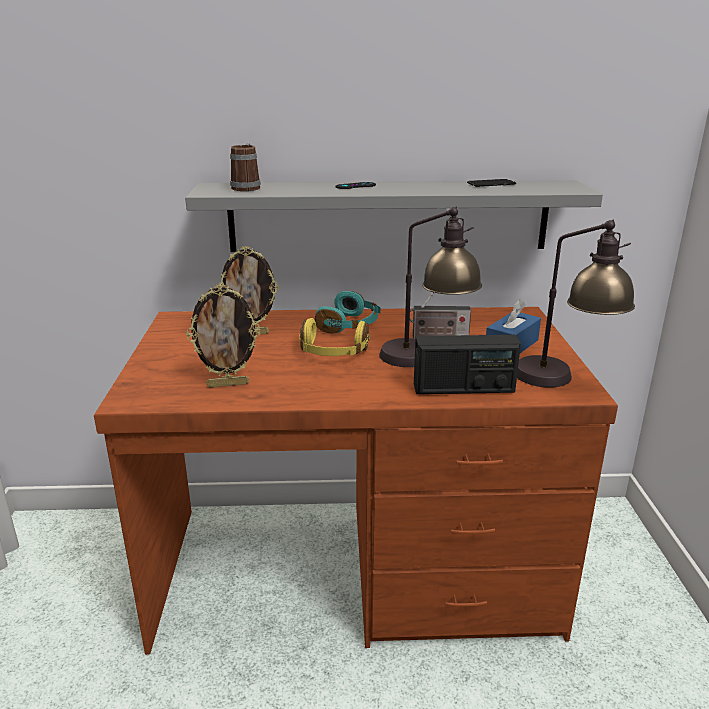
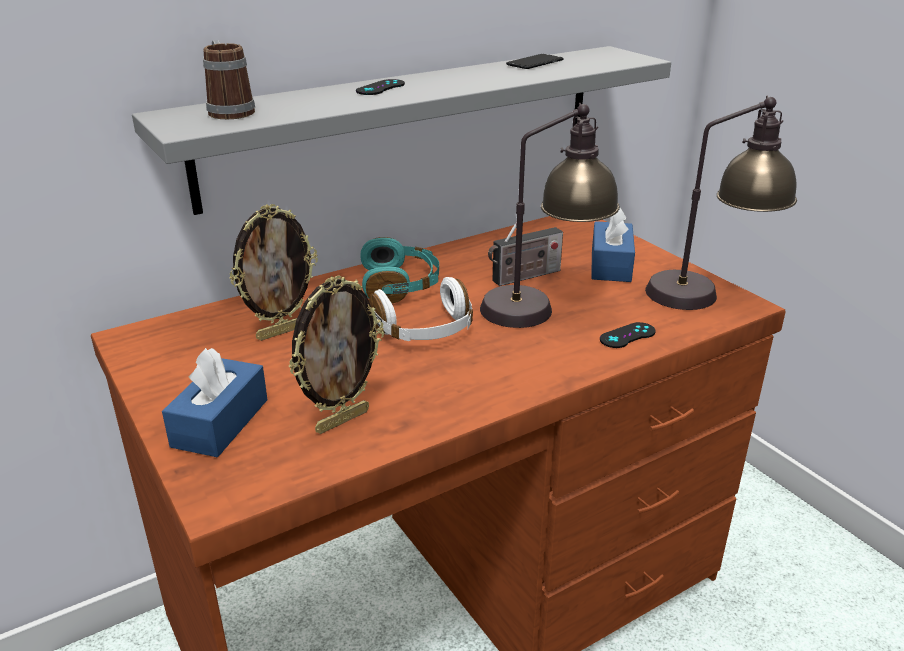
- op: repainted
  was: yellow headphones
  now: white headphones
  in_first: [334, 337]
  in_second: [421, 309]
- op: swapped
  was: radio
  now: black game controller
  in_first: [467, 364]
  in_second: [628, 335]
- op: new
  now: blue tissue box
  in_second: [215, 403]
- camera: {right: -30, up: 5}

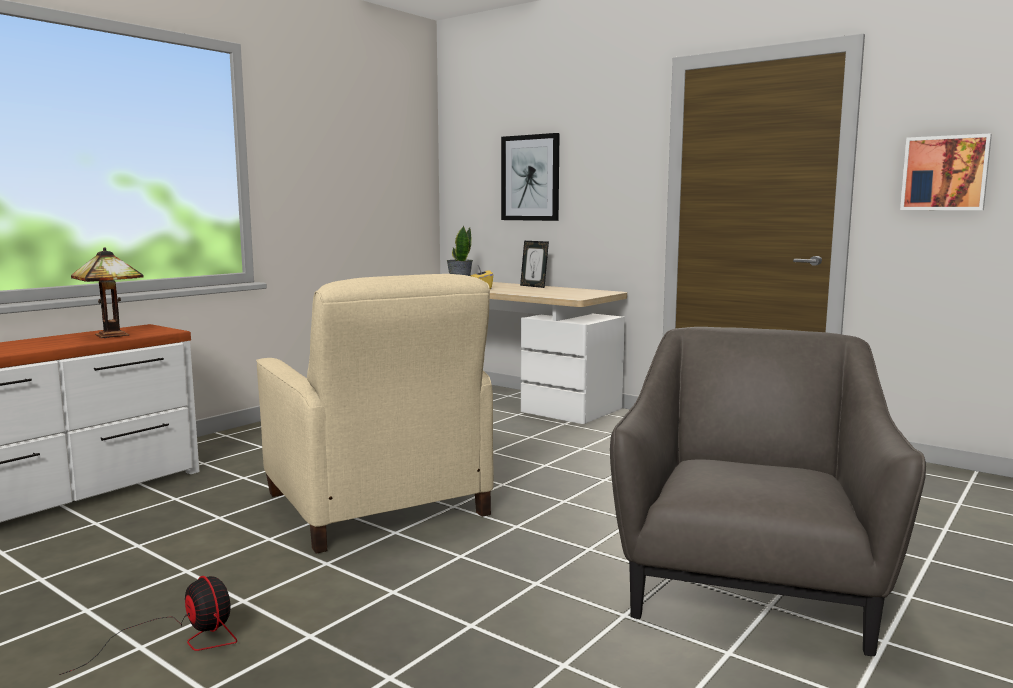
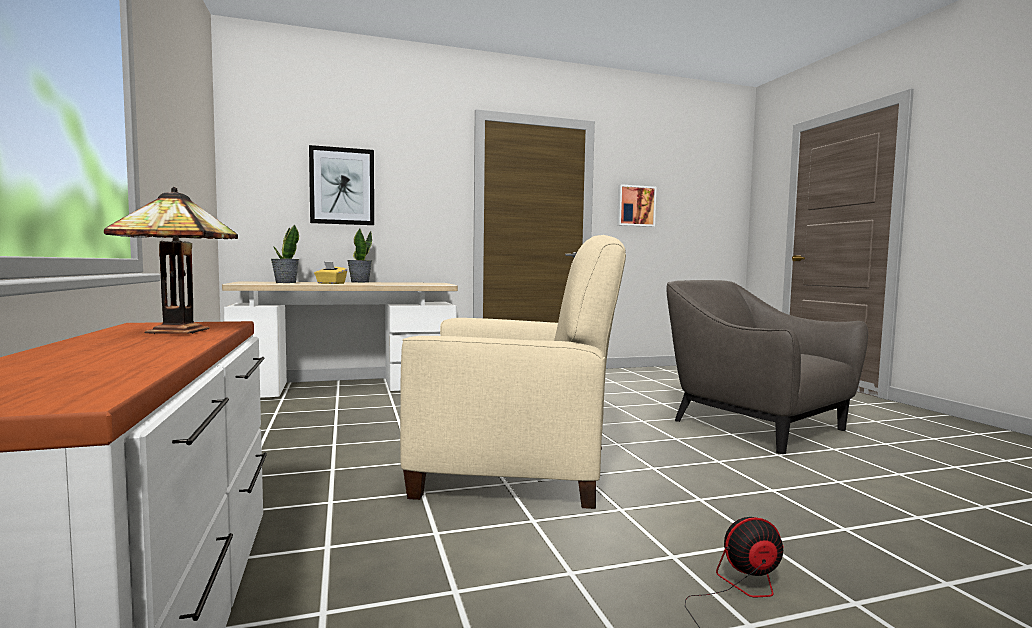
- op: swapped
  was: picture frame
  now: potted plant
  in_first: [534, 264]
  in_second: [359, 255]
- camera: {right: -55, up: -5}

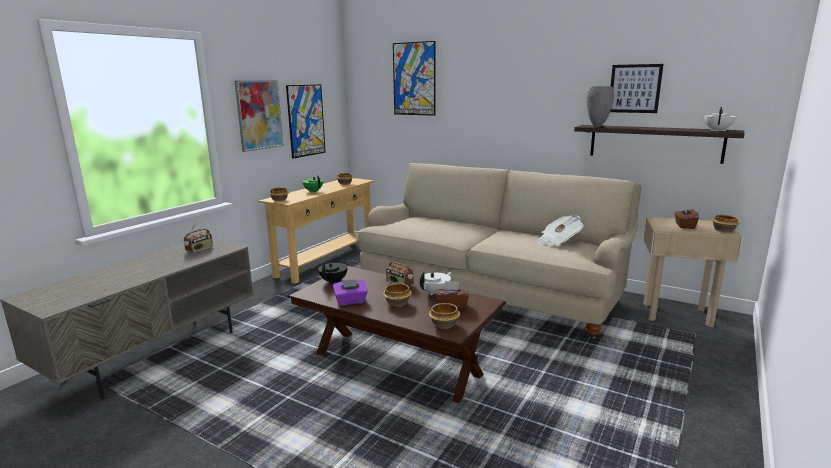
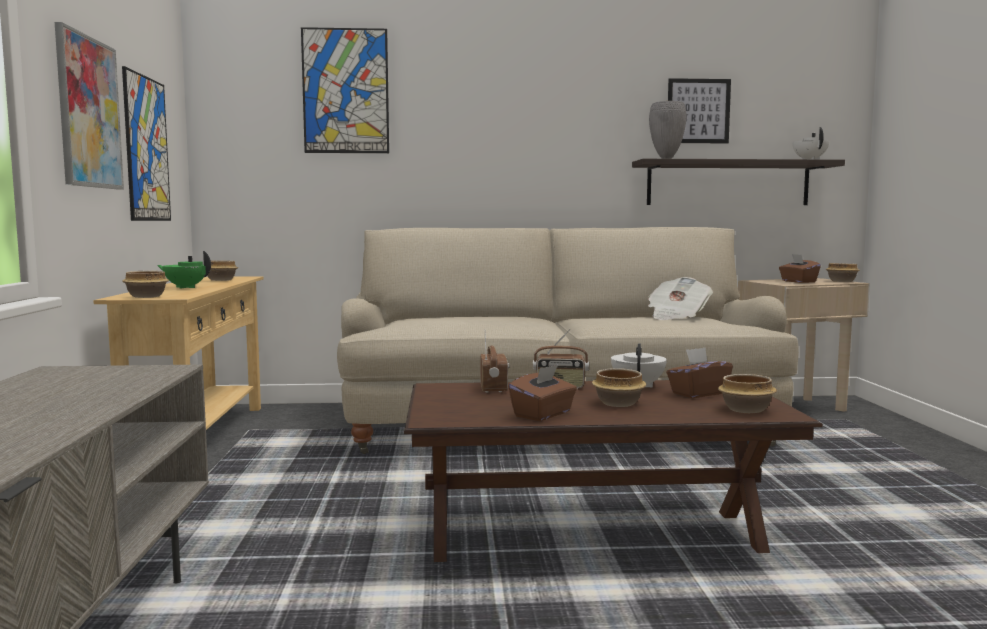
- op: shifted
  was: radio
  in_first: [198, 237]
  in_second: [494, 363]
- op: gone
  was: black teapot
  in_first: [333, 272]
- op: repainted
  was: purple tissue box
  now: brown tissue box
  in_first: [350, 292]
  in_second: [543, 392]
- camera: {right: -35, up: -10}

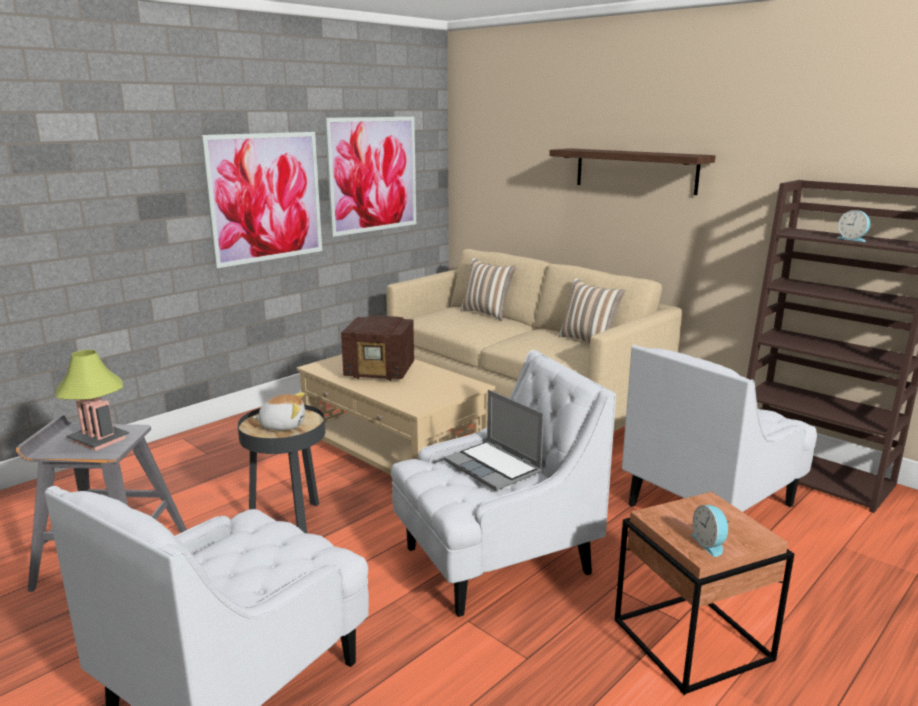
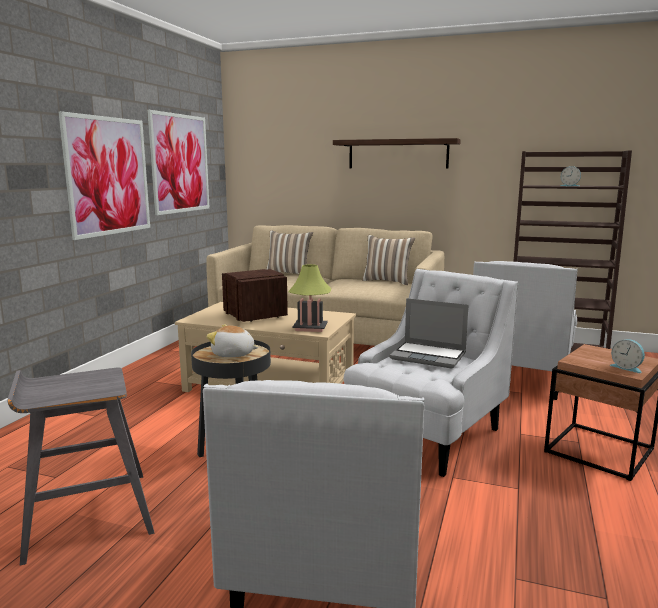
- op: rotated
  was: radio
  in_first: [377, 348]
  in_second: [255, 295]
  clockwise: -105
- op: shifted
  was: table lamp
  in_first: [92, 400]
  in_second: [310, 298]
- op: rotated
  was: plush toy
  in_first: [278, 411]
  in_second: [232, 340]
  clockwise: -135
- camera: {right: -25, up: -5}

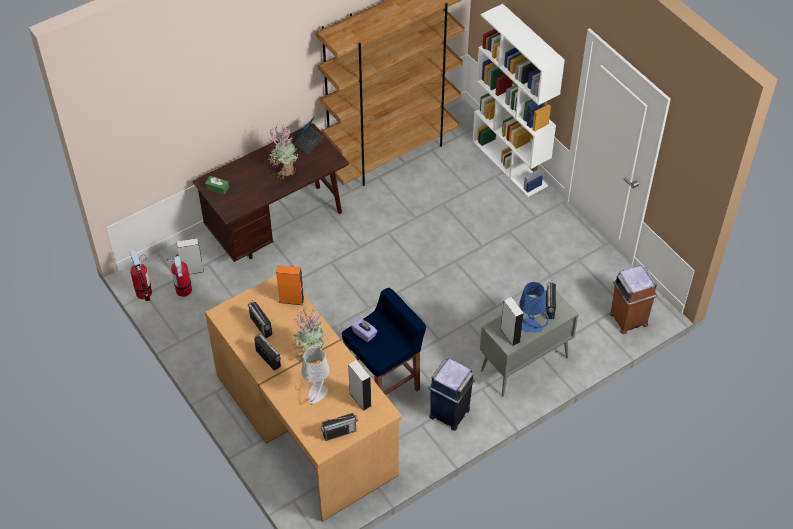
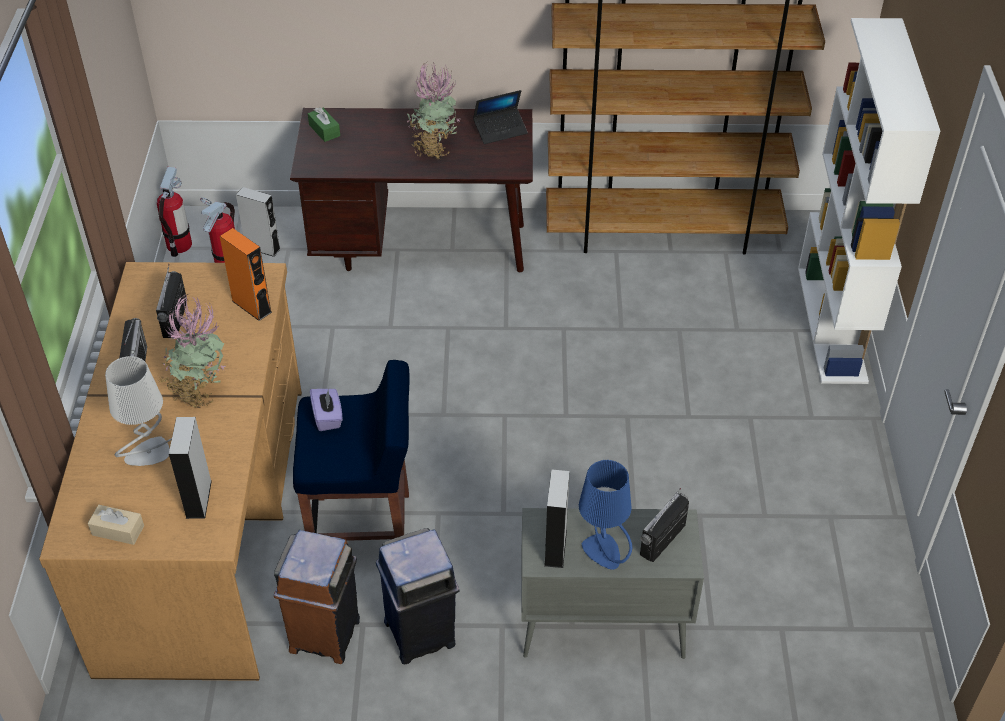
- op: shifted
  was: brown trash can
  in_first: [633, 299]
  in_second: [317, 597]
- op: swapped
  was: radio
  now: beige tissue box
  in_first: [339, 427]
  in_second: [116, 525]
- camera: {right: 35, up: -5}

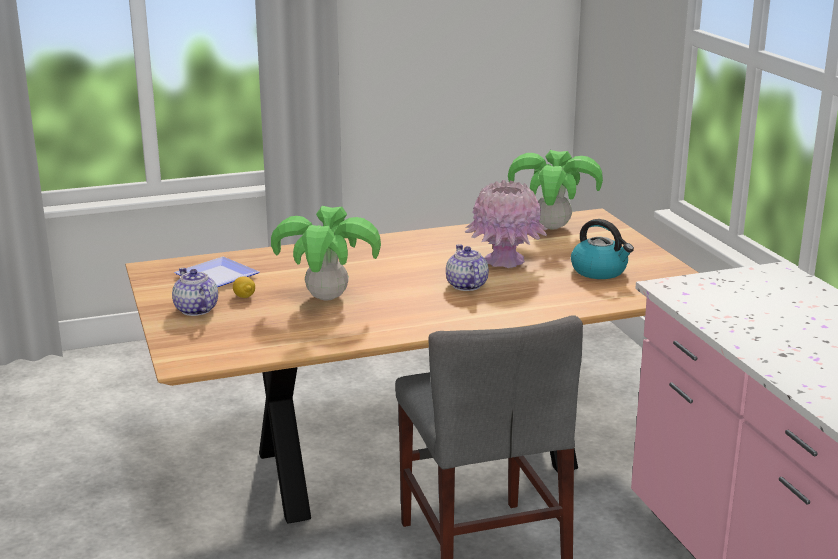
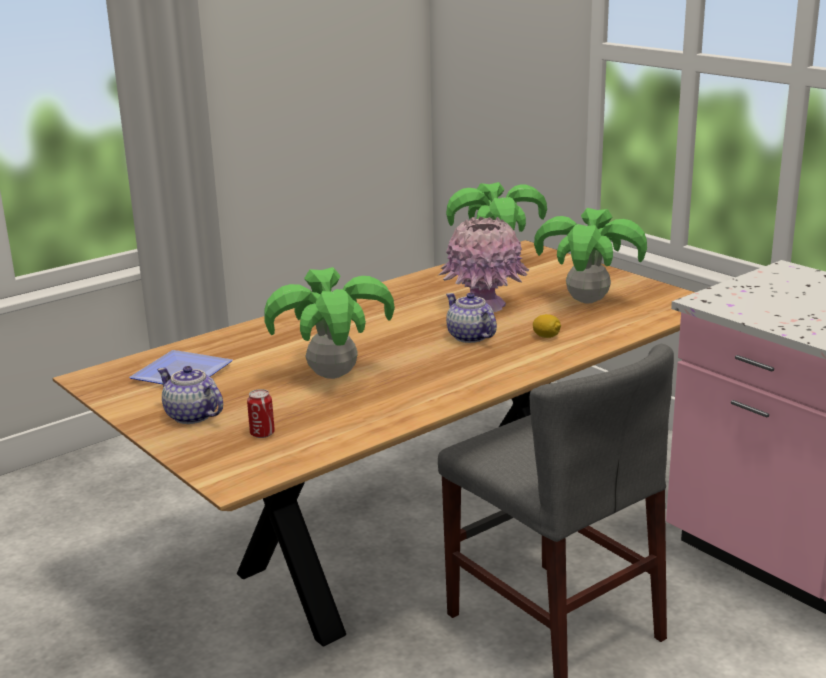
- op: swapped
  was: kettle
  now: potted plant
  in_first: [602, 249]
  in_second: [590, 255]
- op: shifted
  was: lemon
  in_first: [244, 287]
  in_second: [547, 326]
- op: new
  now: can
  in_second: [261, 413]
- camera: {right: -20, up: 0}

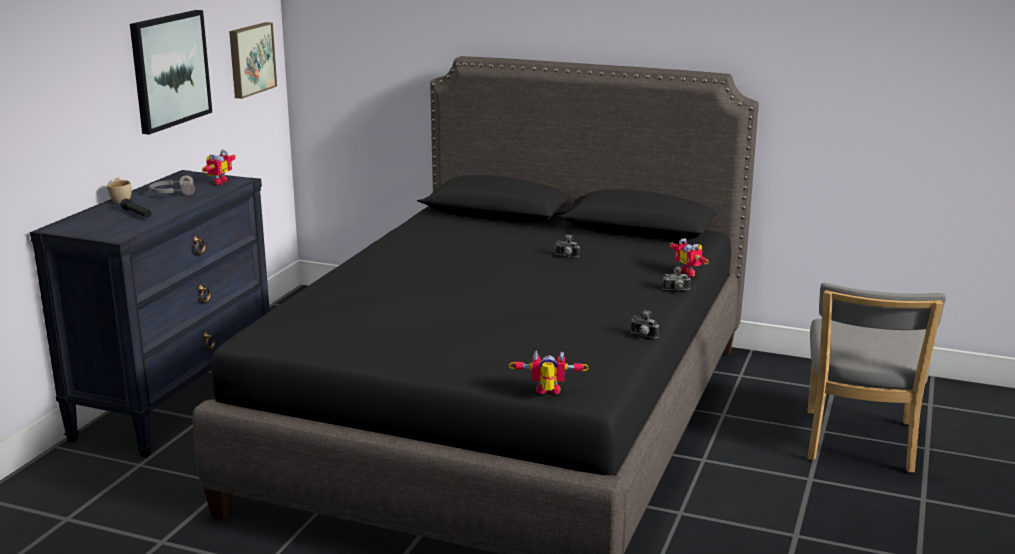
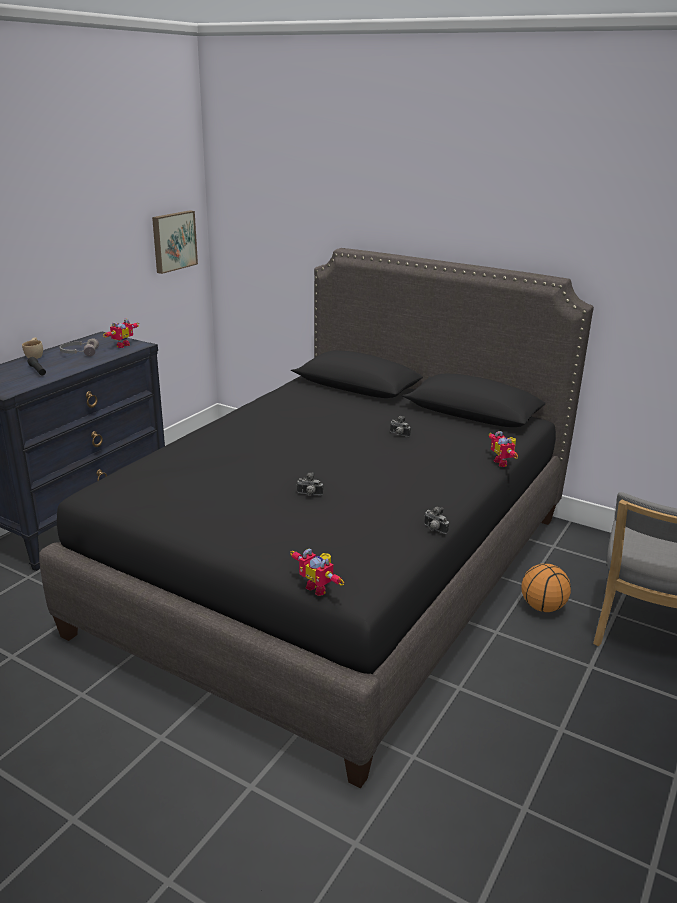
- op: gone
  was: picture
  in_first: [171, 72]
- op: shifted
  was: photo camera
  in_first: [677, 278]
  in_second: [310, 484]
- op: rotated
  was: toy robot
  in_first: [549, 372]
  in_second: [317, 572]
  clockwise: -150
- op: new
  now: basketball
  in_second: [546, 587]
- camera: {right: 10, up: 5}

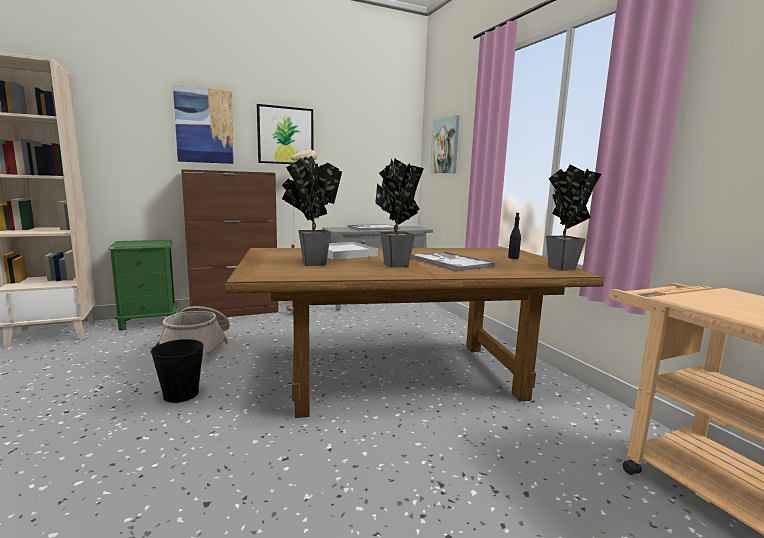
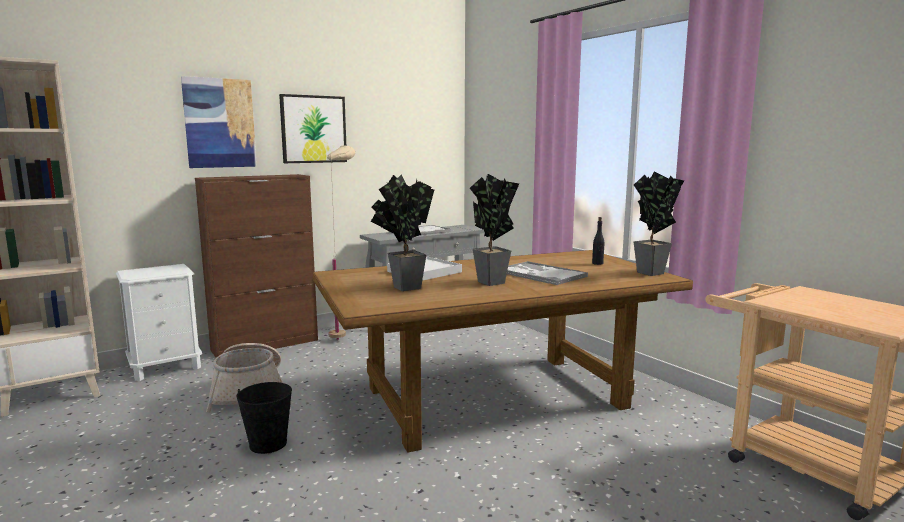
- op: gone
  was: picture
  in_first: [444, 144]
- op: repainted
  was: green nightstand
  now: white nightstand
  in_first: [142, 285]
  in_second: [159, 322]
- camera: {right: -10, up: 0}

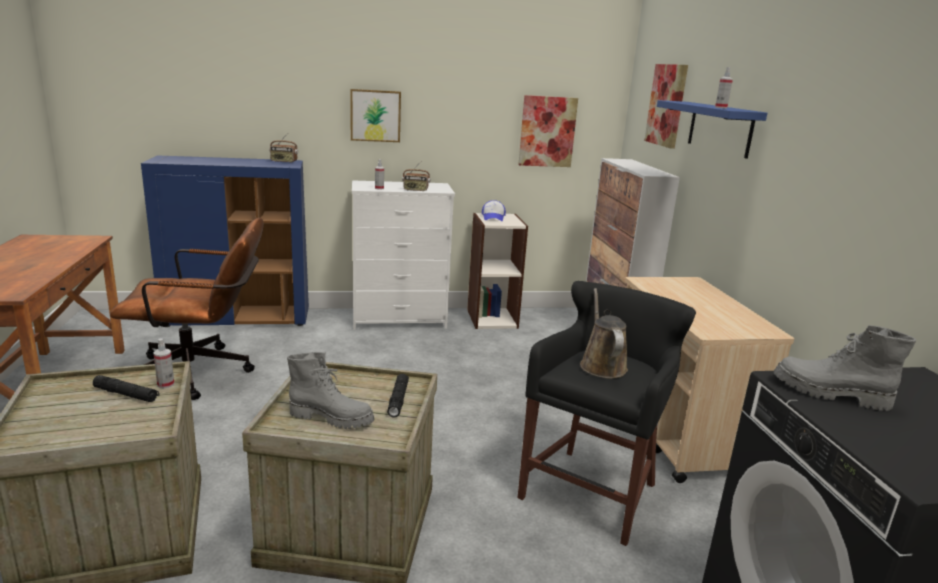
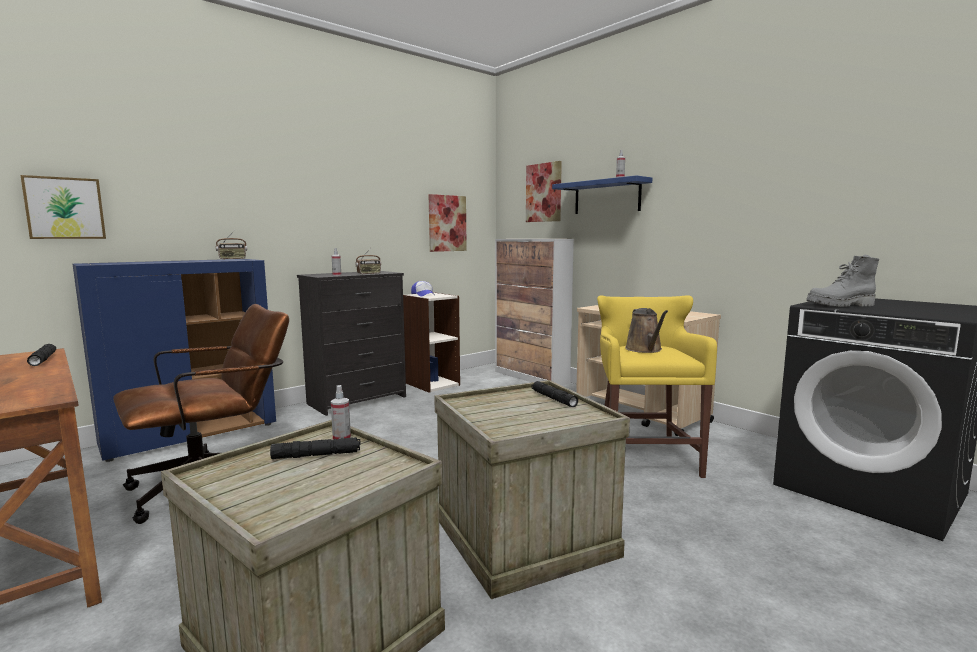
- op: shifted
  was: picture
  in_first: [375, 115]
  in_second: [63, 207]
- op: repainted
  was: white dresser
  now: black dresser
  in_first: [403, 255]
  in_second: [351, 343]
- op: repainted
  was: black stool
  now: yellow stool
  in_first: [607, 413]
  in_second: [657, 387]
- op: rotated
  was: brown watering can
  in_first: [604, 333]
  in_second: [646, 330]
  clockwise: -150
- op: gone
  was: grey boot
  in_first: [330, 390]
- op: new
  now: black flashlight
  in_second: [41, 355]
- camera: {right: -30, up: -10}

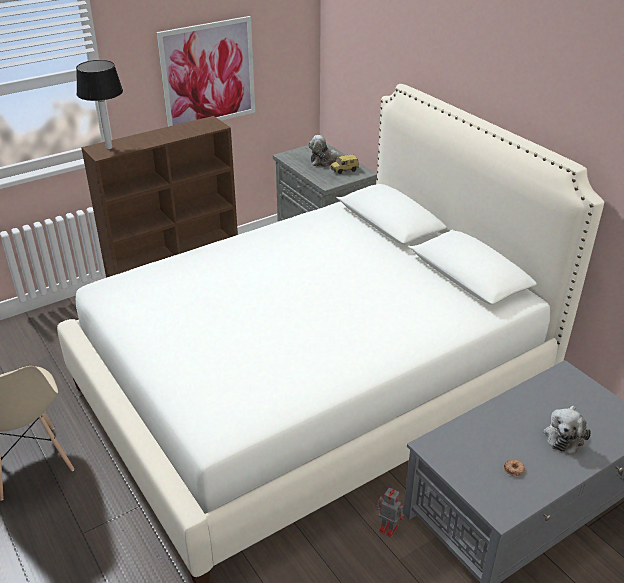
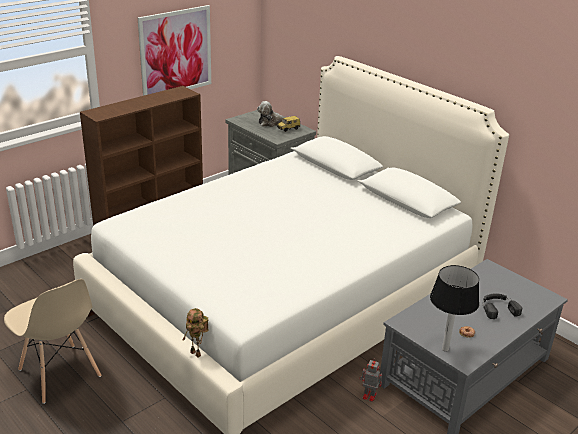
- op: shifted
  was: table lamp
  in_first: [99, 104]
  in_second: [454, 308]
- op: swapped
  was: plush toy
  now: black headphones
  in_first: [567, 430]
  in_second: [502, 306]
- op: new
  now: toy robot
  in_second: [196, 333]
- camera: {right: -10, up: -5}

